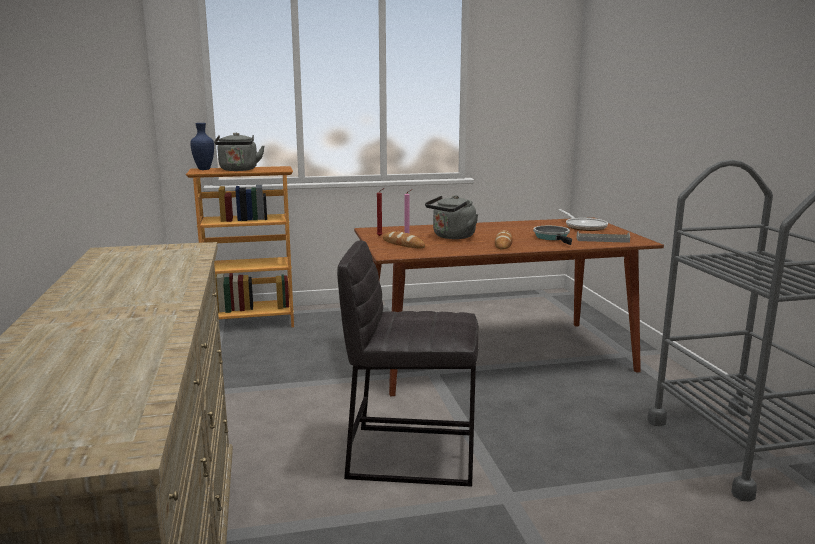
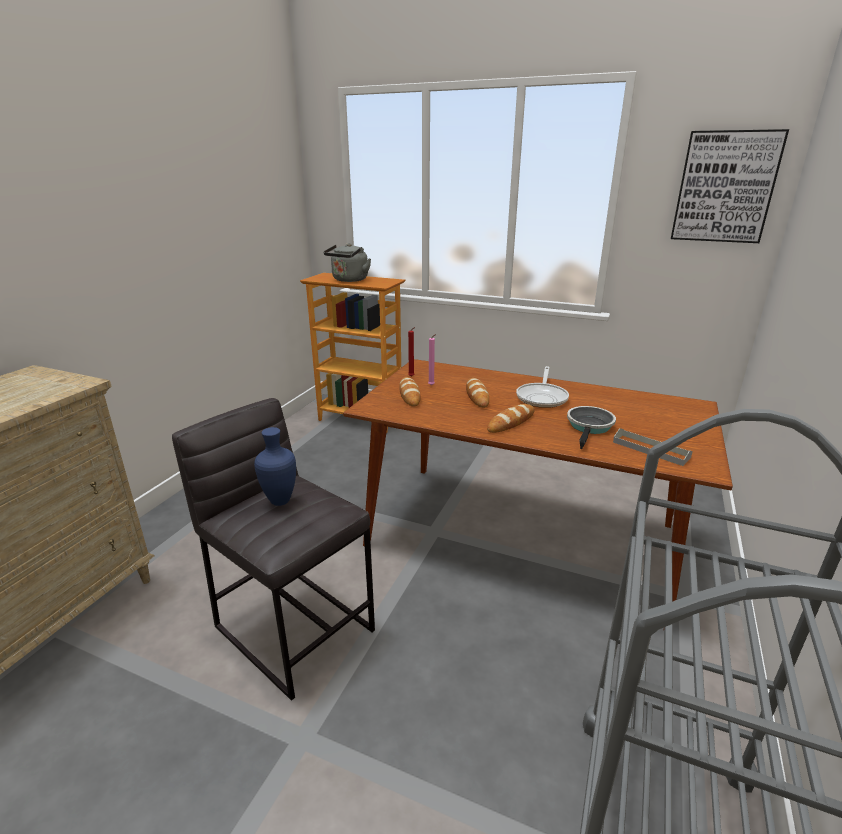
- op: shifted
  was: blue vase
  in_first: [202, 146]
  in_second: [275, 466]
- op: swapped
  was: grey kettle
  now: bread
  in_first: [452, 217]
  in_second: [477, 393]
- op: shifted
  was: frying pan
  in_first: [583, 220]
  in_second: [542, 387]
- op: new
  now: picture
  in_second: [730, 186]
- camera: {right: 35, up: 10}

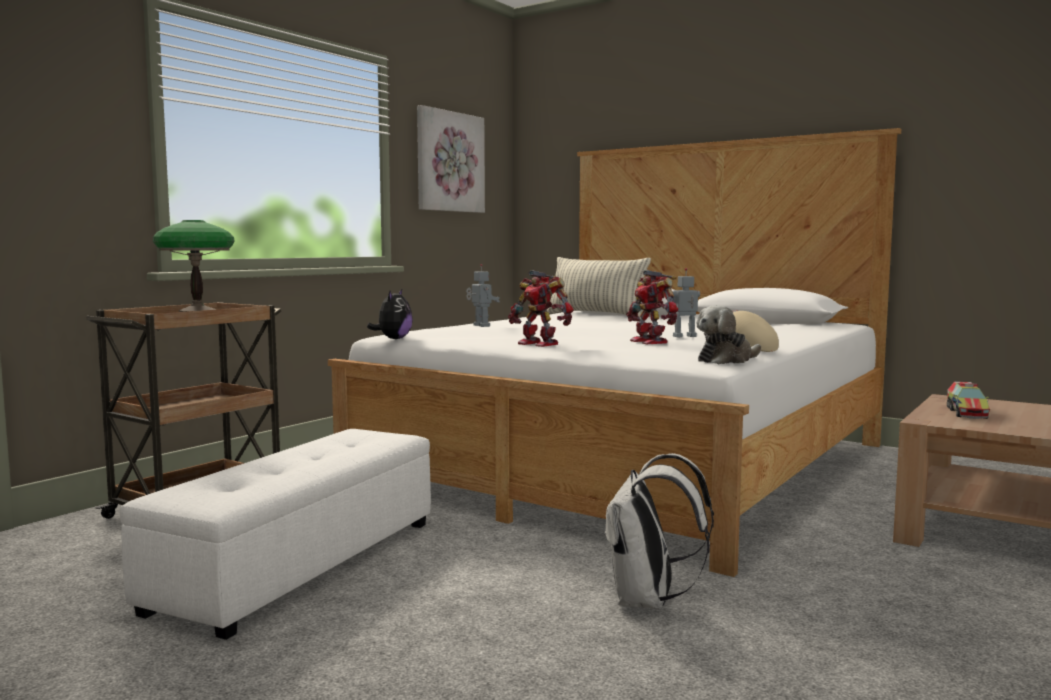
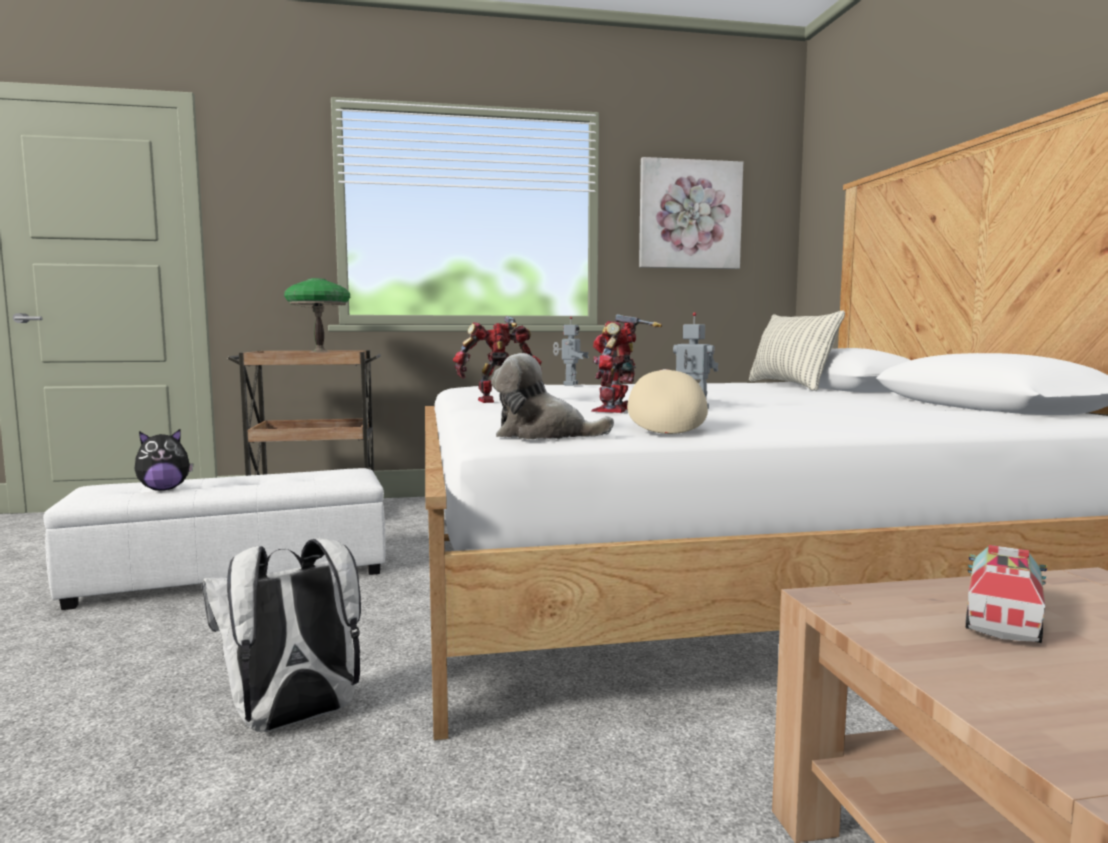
- op: rotated
  was: toy robot
  in_first: [540, 308]
  in_second: [497, 359]
  clockwise: 75
- op: shifted
  was: plush toy
  in_first: [390, 314]
  in_second: [164, 459]
- op: rotated
  was: toy truck
  in_first: [968, 400]
  in_second: [1006, 594]
  clockwise: 150
- camera: {right: 45, up: 0}

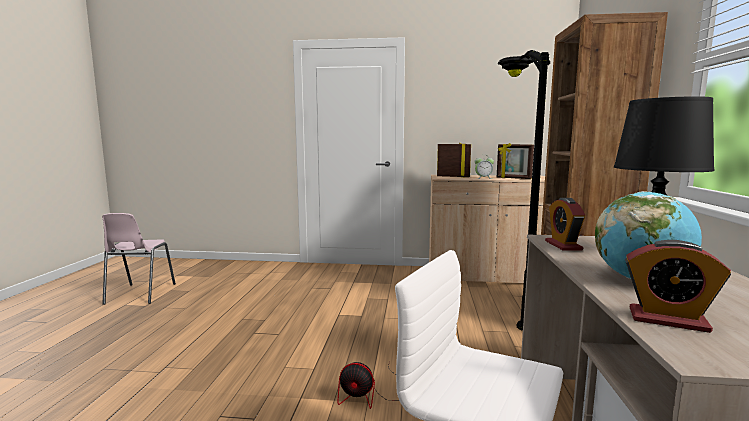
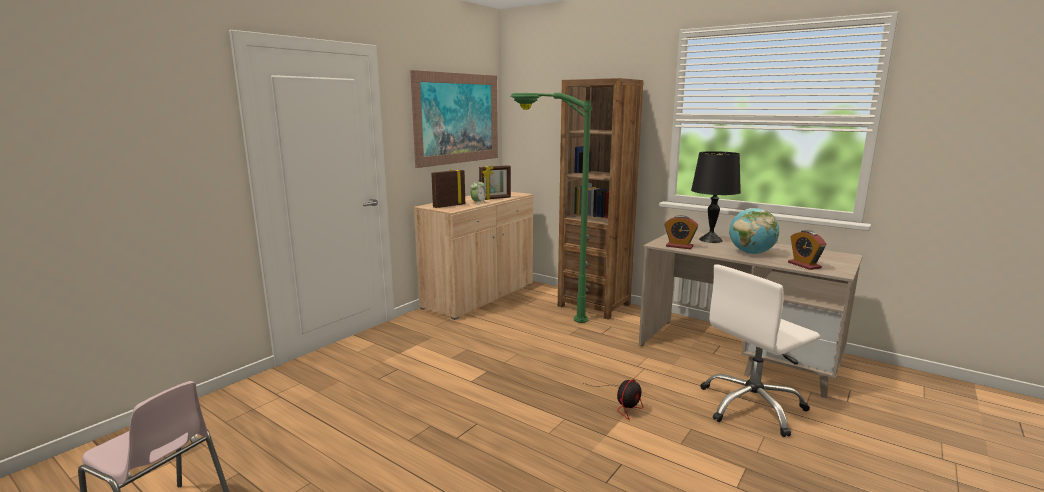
- op: repainted
  was: black floor lamp
  now: green floor lamp
  in_first: [524, 190]
  in_second: [551, 208]
- op: rotated
  was: alarm clock
  in_first: [678, 286]
  in_second: [807, 250]
  clockwise: 105
- op: new
  now: picture
  in_second: [454, 119]
- camera: {right: -60, up: 5}

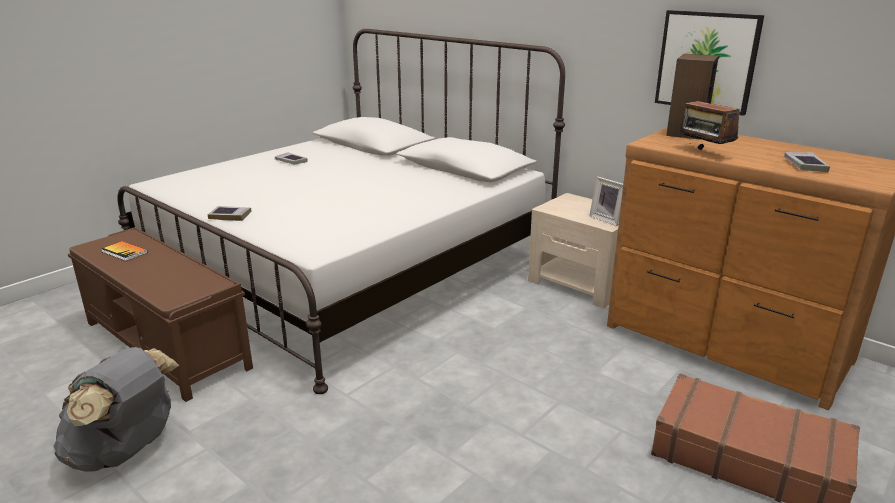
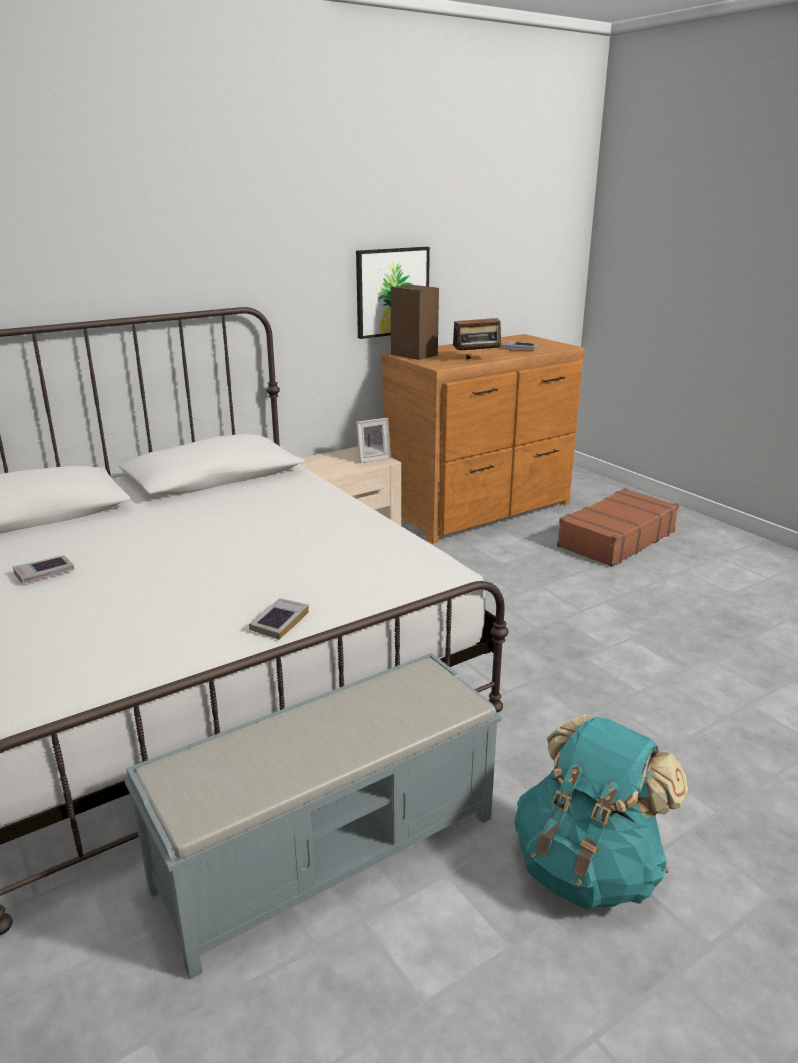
- op: repainted
  was: brown bench
  now: grey bench
  in_first: [160, 314]
  in_second: [313, 816]
- op: gone
  was: book
  in_first: [124, 251]
- op: repainted
  was: grey backpack
  now: turquoise backpack
  in_first: [116, 409]
  in_second: [601, 811]
- camera: {right: -75, up: 0}

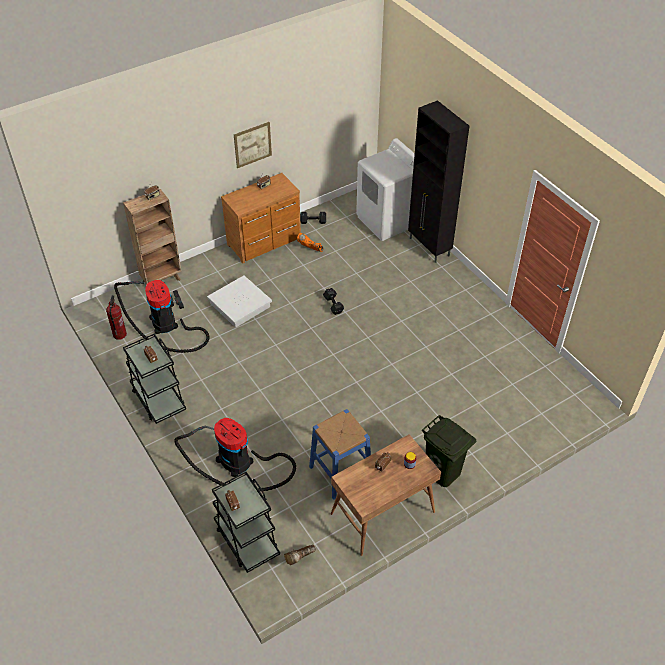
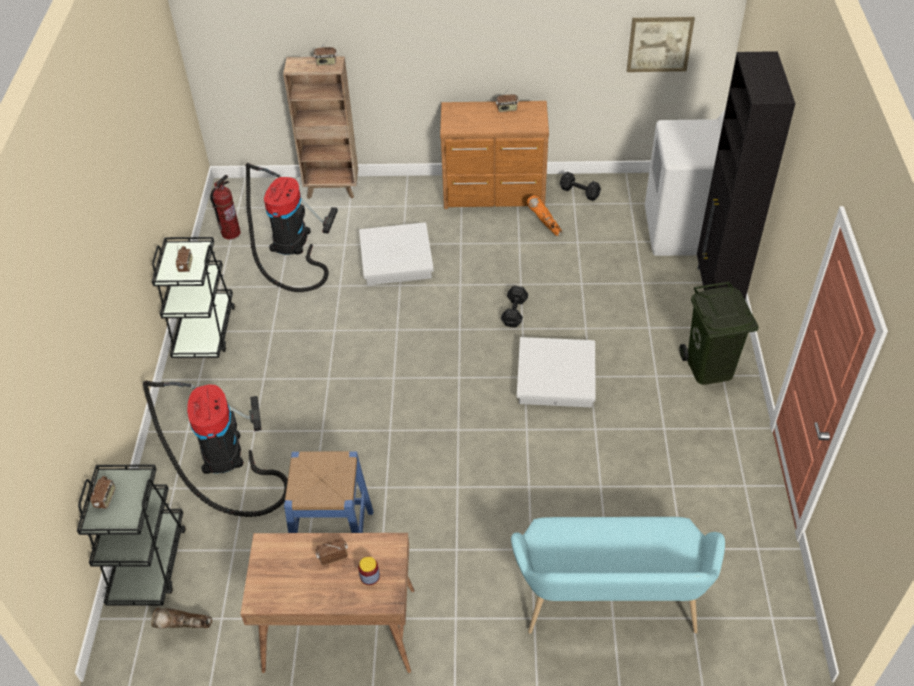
- op: shifted
  was: picture
  in_first: [253, 145]
  in_second: [661, 44]
- op: shifted
  was: green trash can
  in_first: [449, 451]
  in_second: [719, 333]
- op: new
  now: white storage box
  in_second: [556, 372]
- op: new
  now: turquoise bench
  in_second: [618, 575]
- camera: {right: 35, up: 0}

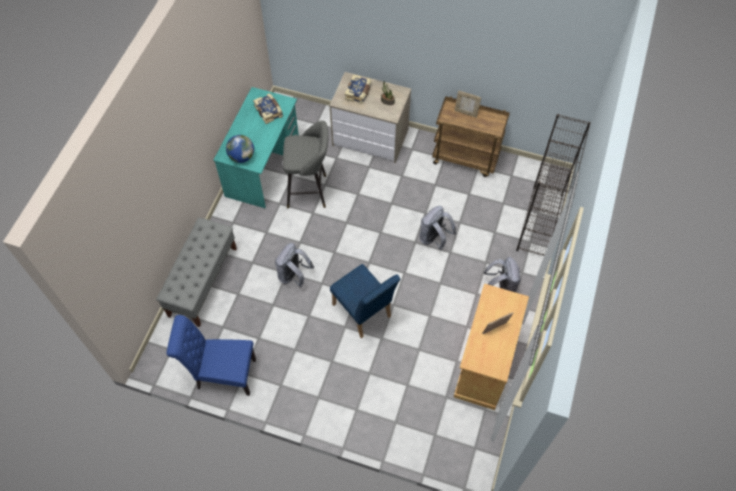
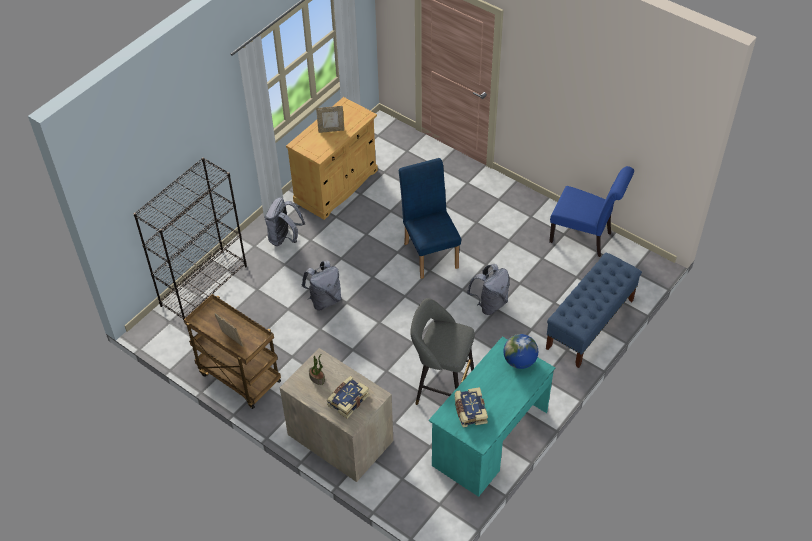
- op: repainted
  was: grey bench
  now: blue bench
  in_first: [196, 272]
  in_second: [594, 310]
- camera: {right: -160, up: -10}

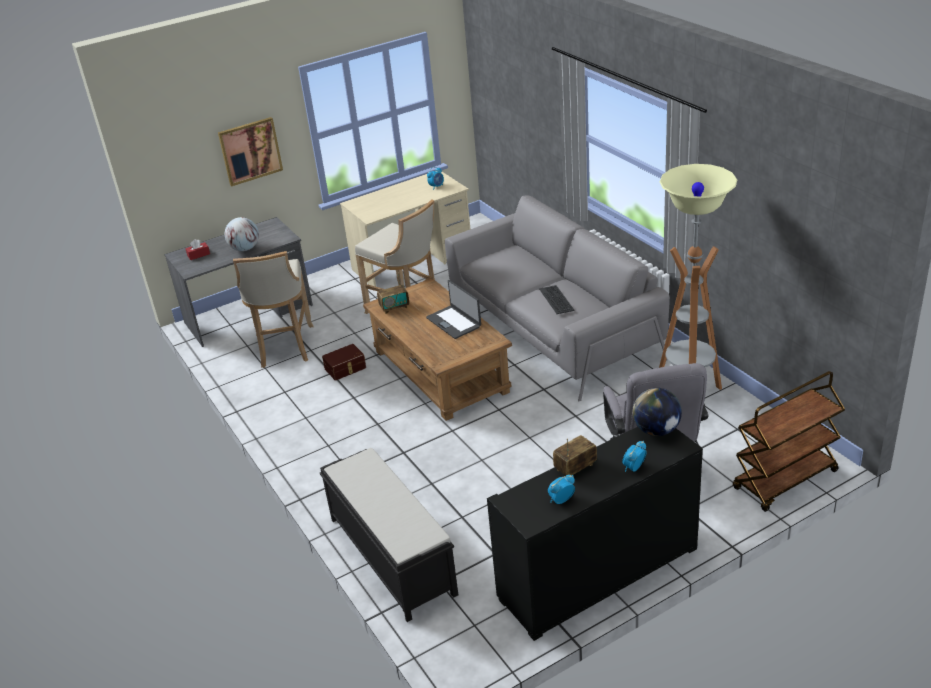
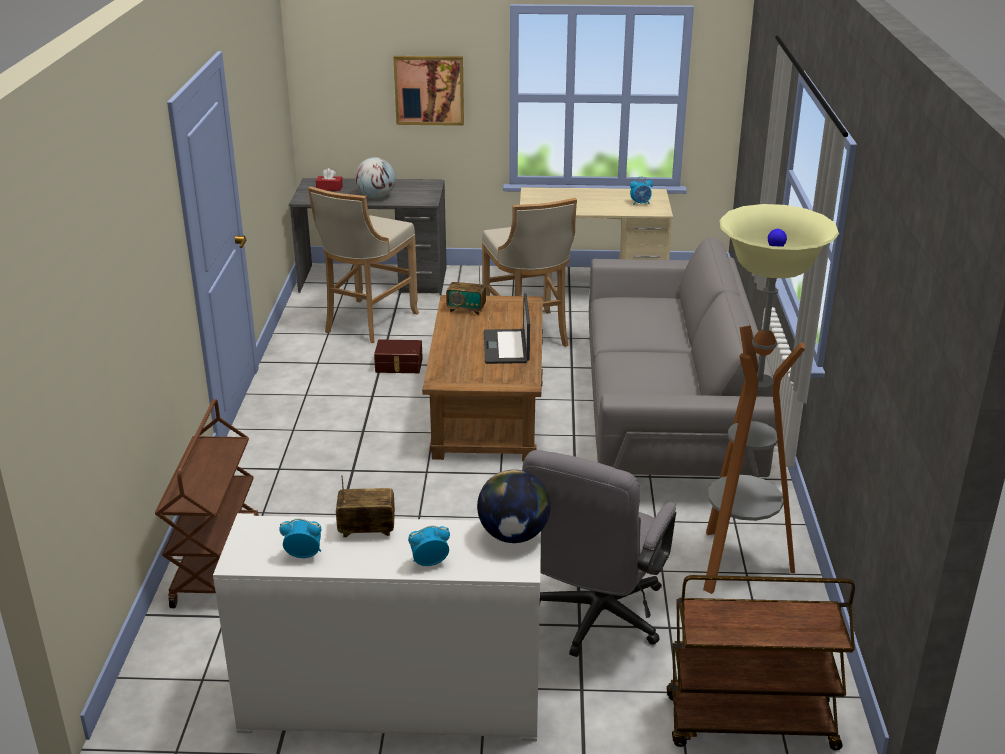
- op: gone
  was: keyboard
  in_first: [557, 299]
- op: repainted
  was: black cabinet
  now: white cabinet
  in_first: [595, 534]
  in_second: [377, 627]
- op: swapped
  was: black bench
  now: brown cart
  in_first: [389, 535]
  in_second: [207, 503]
- camera: {right: 30, up: -5}

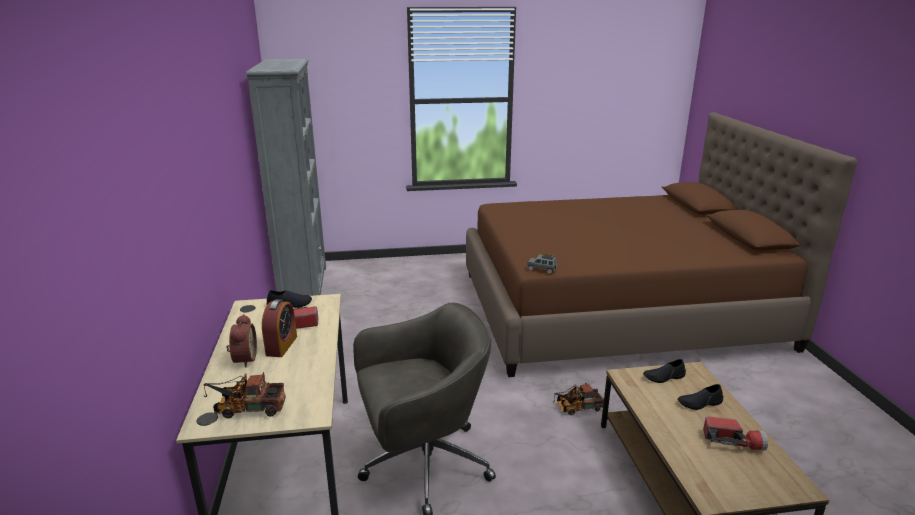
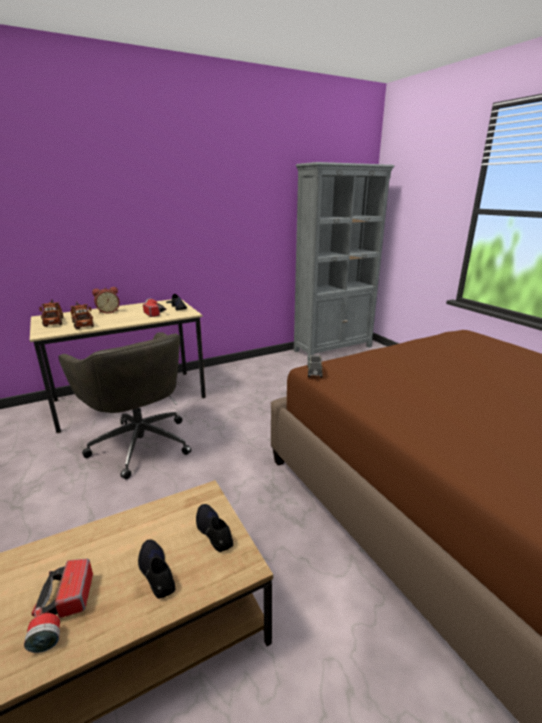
- op: gone
  was: alarm clock
  in_first: [279, 328]
- op: shifted
  was: toy truck
  in_first: [578, 398]
  in_second: [82, 315]
- camera: {right: 70, up: 0}

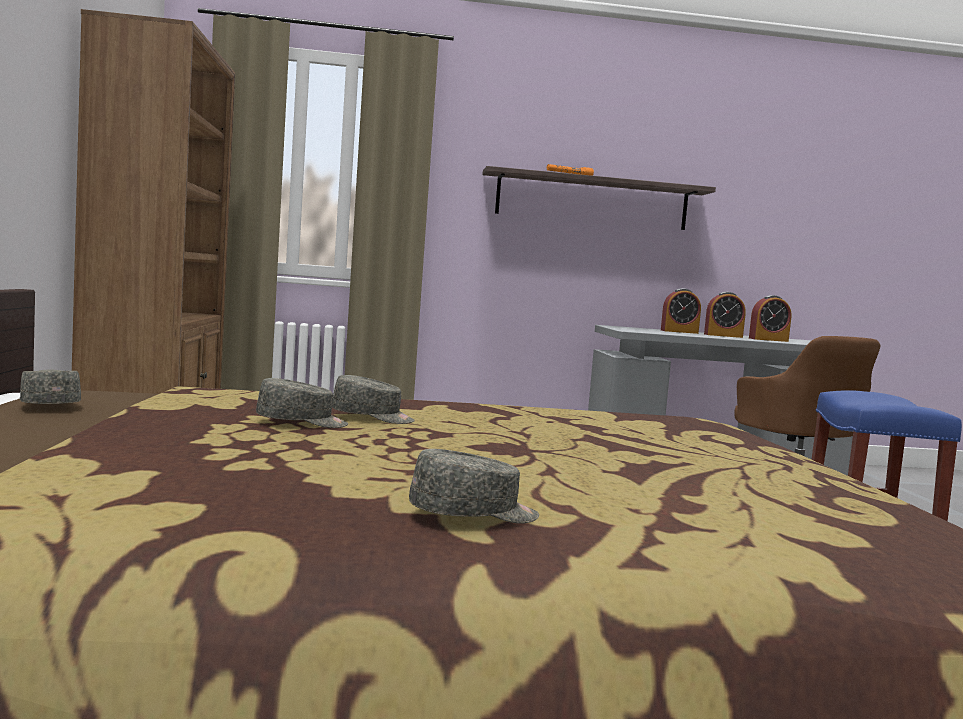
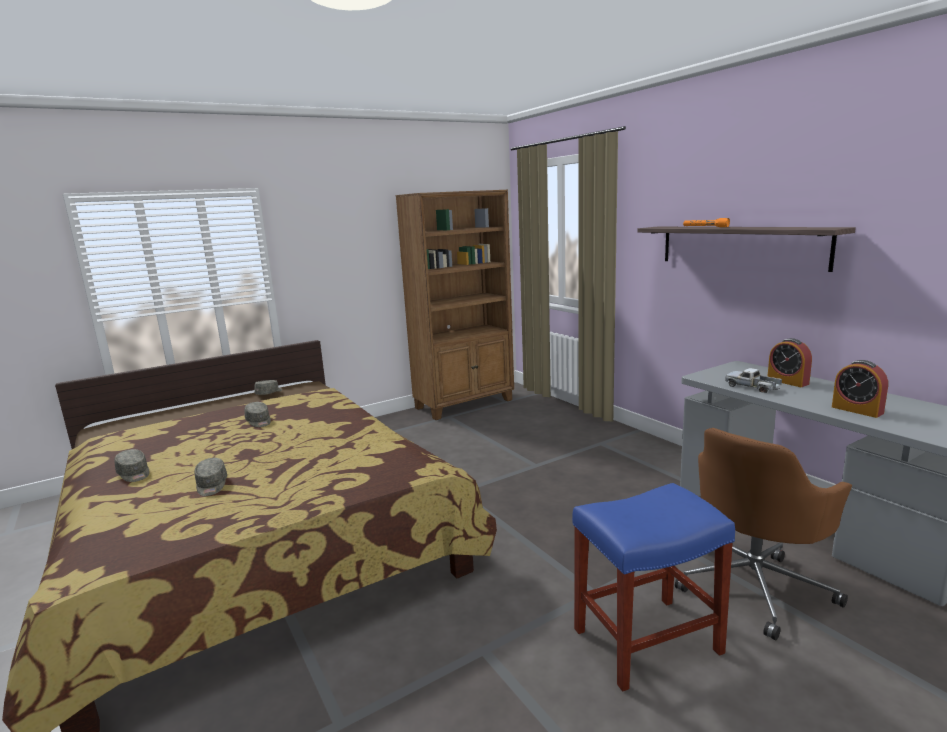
- op: gone
  was: alarm clock
  in_first: [725, 315]
- op: shifted
  was: grey cap
  in_first: [373, 399]
  in_second: [211, 477]
- op: new
  now: toy truck
  in_second: [753, 380]
- camera: {right: 65, up: 10}

